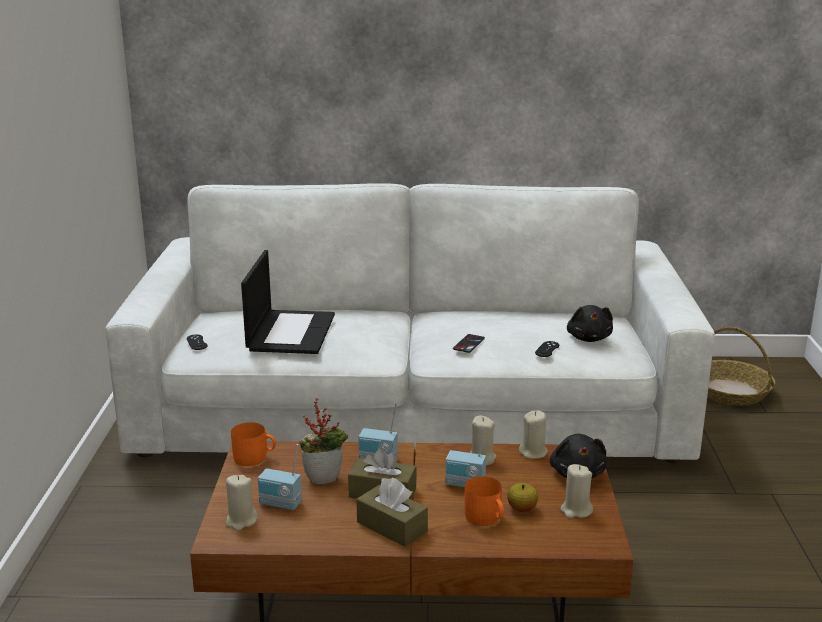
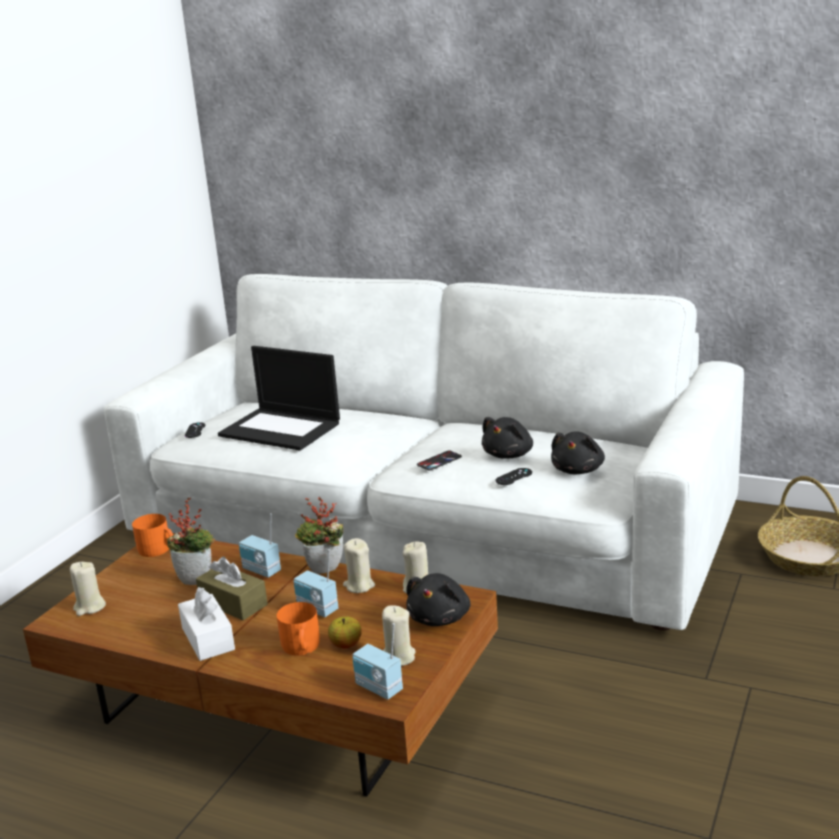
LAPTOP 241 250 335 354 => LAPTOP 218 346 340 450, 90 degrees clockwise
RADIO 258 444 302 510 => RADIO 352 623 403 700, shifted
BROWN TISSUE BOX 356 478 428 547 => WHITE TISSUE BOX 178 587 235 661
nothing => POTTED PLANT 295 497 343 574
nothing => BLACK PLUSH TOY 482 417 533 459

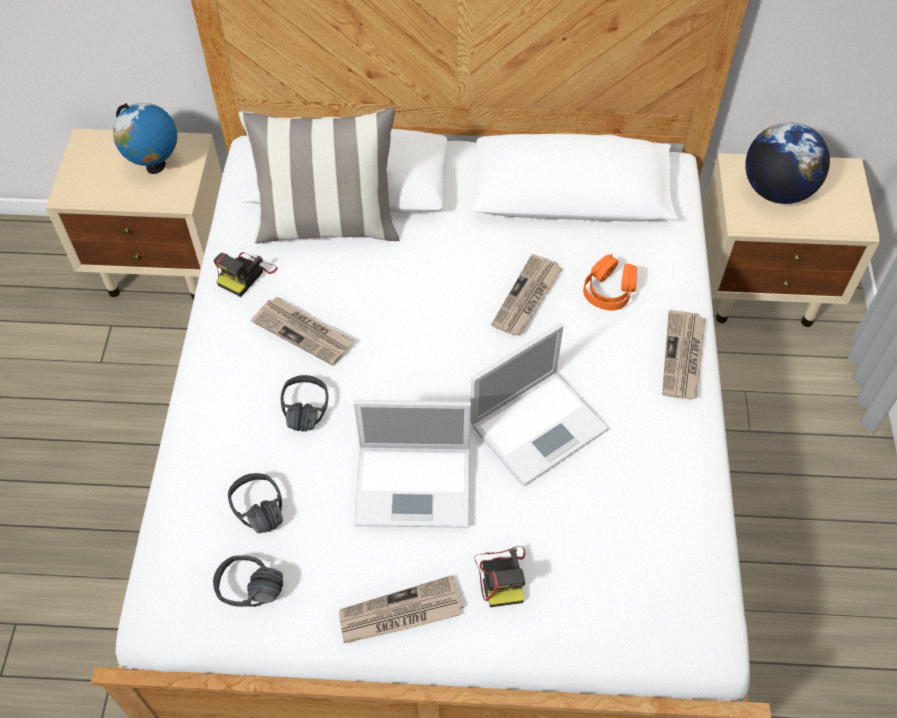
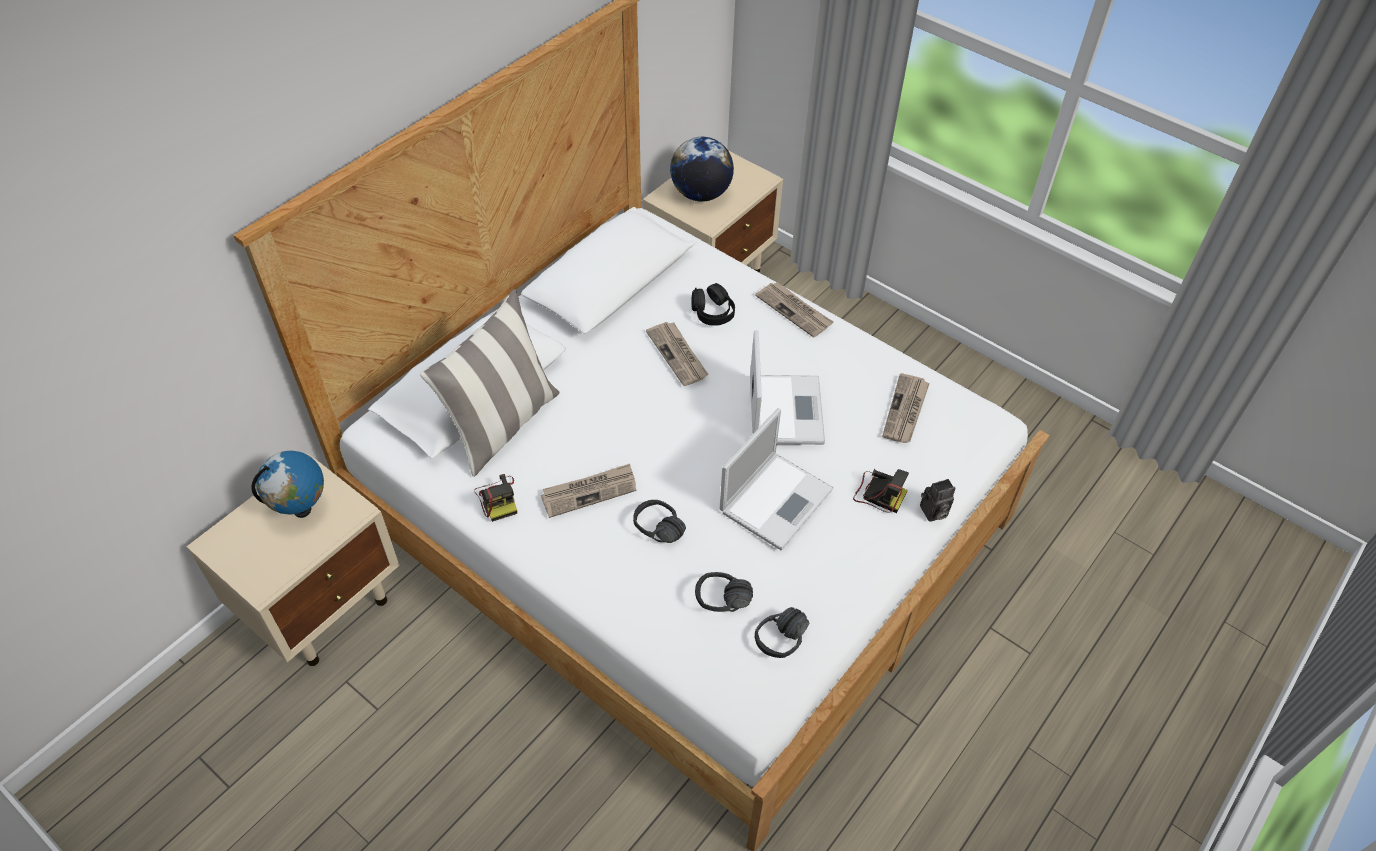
NEWSPAPER 339 575 463 643 => NEWSPAPER 882 373 930 443, shifted
ORANGE HEADPHONES 583 254 637 310 => BLACK HEADPHONES 691 283 735 326
nothing => PHOTO CAMERA 920 479 956 522

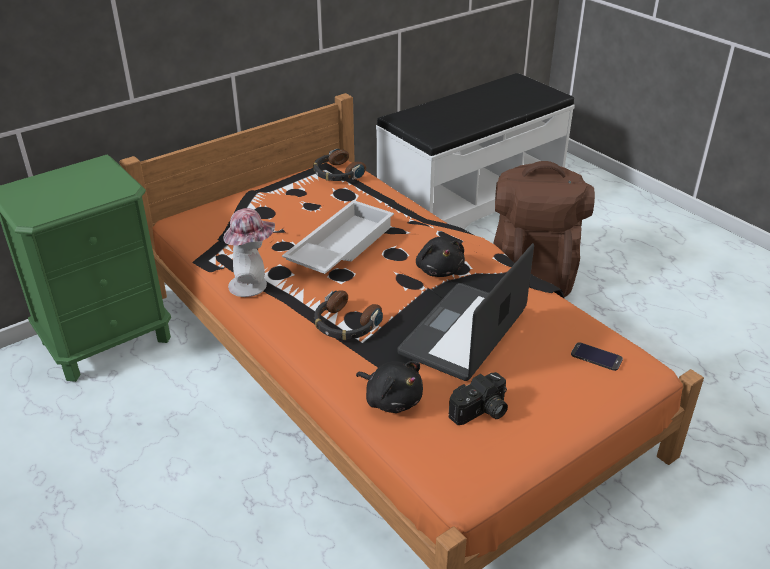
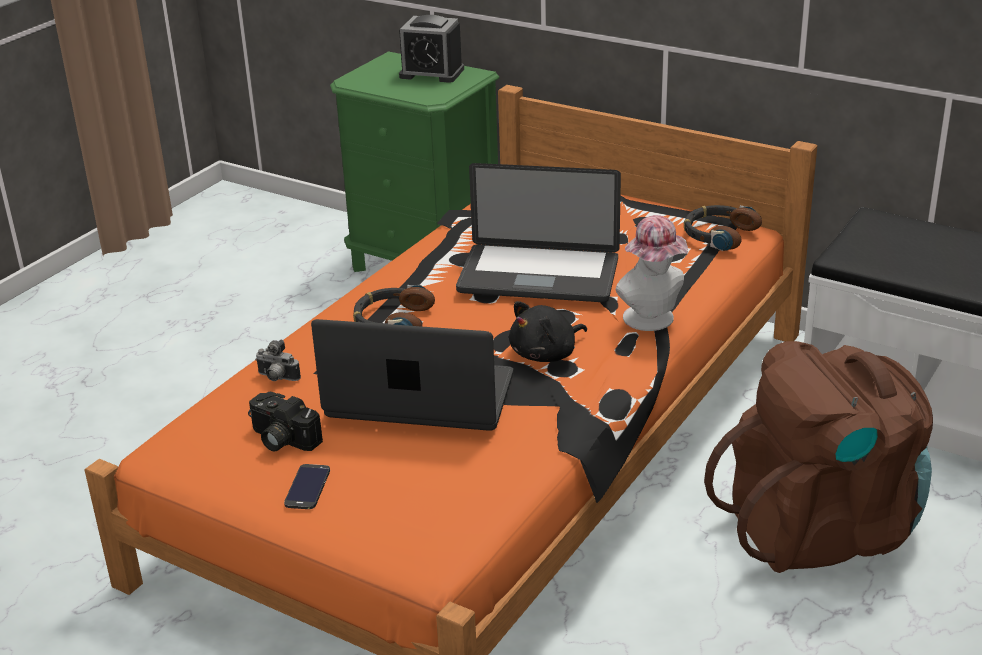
HAT 223 208 275 297 => HAT 615 215 688 331, shifted
WHITE TRAY 282 200 394 274 => LAPTOP 456 163 621 302
BLACK PLUSH TOY 356 361 423 413 => PHOTO CAMERA 255 340 301 381
PHONE 571 342 623 371 => PHONE 284 464 330 509, shifted
nothing => ALARM CLOCK 399 15 464 83

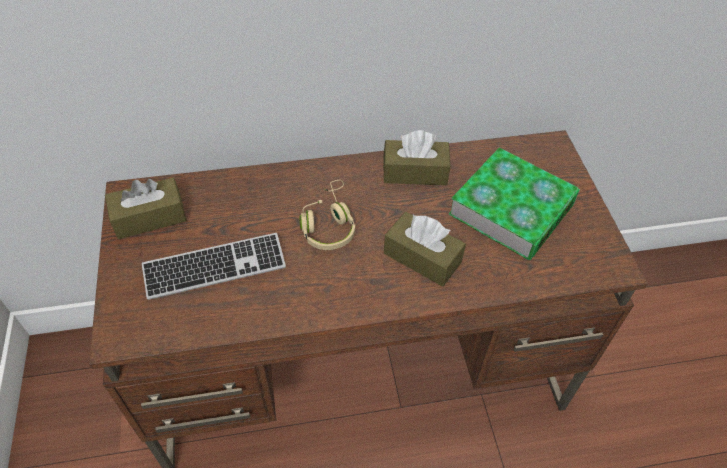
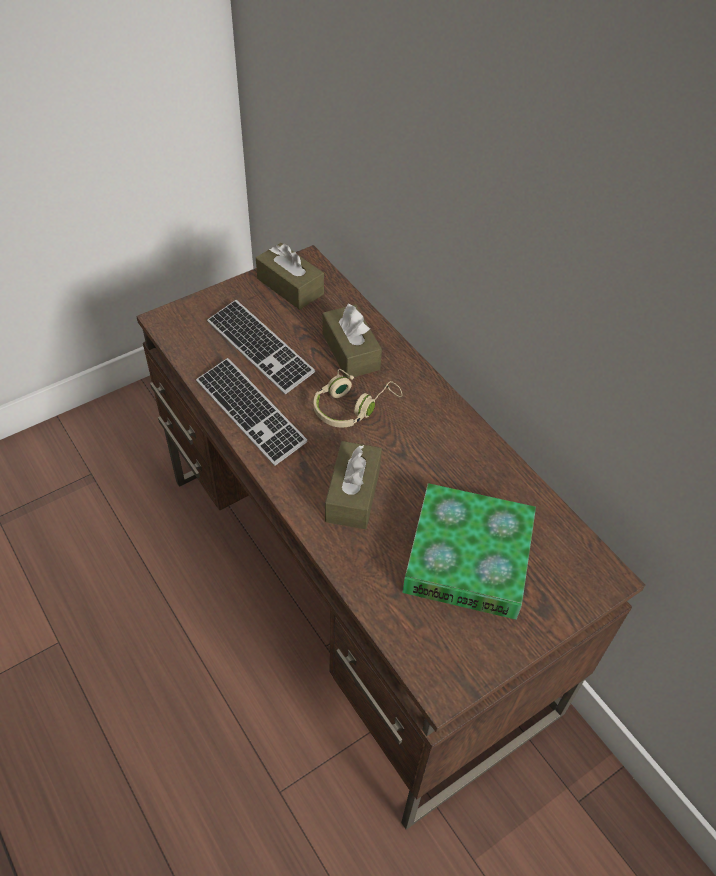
BROWN TISSUE BOX 383 130 451 185 => BROWN TISSUE BOX 322 303 382 379, shifted
nothing => KEYBOARD 196 358 308 466

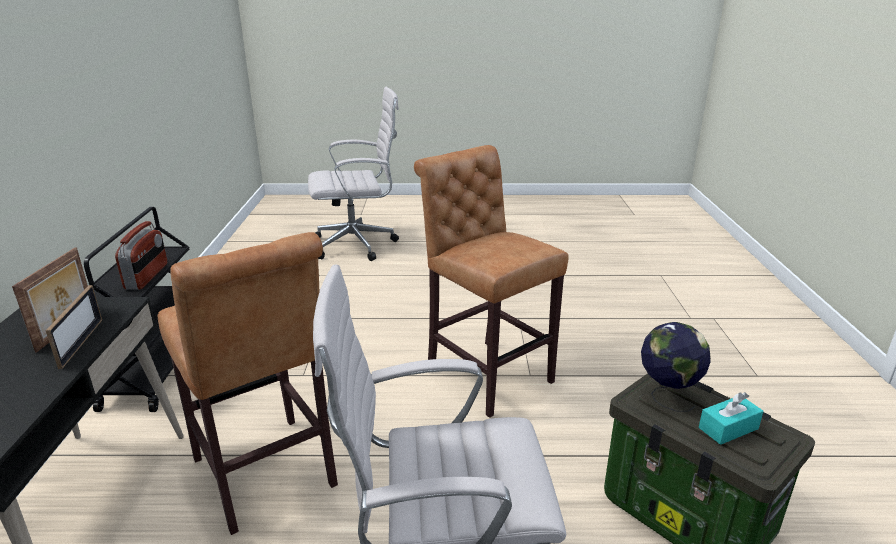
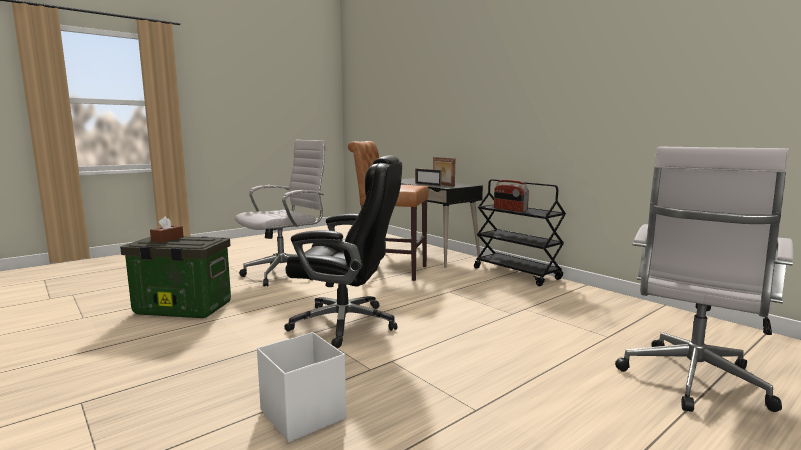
BROWN STOOL 414 145 569 418 => BLACK OFFICE CHAIR 284 155 402 348
GLOBE 641 322 711 412 => nothing
TURQUOISE TISSUE BOX 699 392 764 445 => BROWN TISSUE BOX 150 217 184 243
nothing => WHITE STORAGE BOX 257 332 346 442

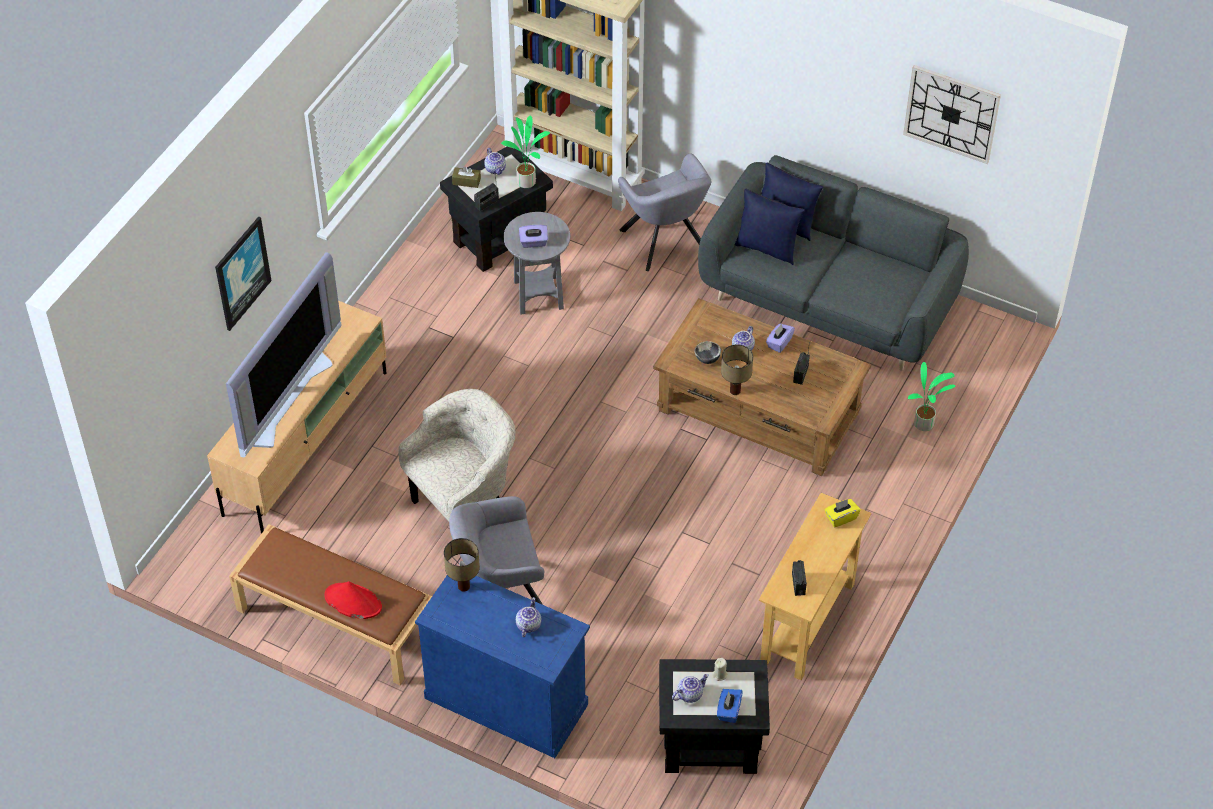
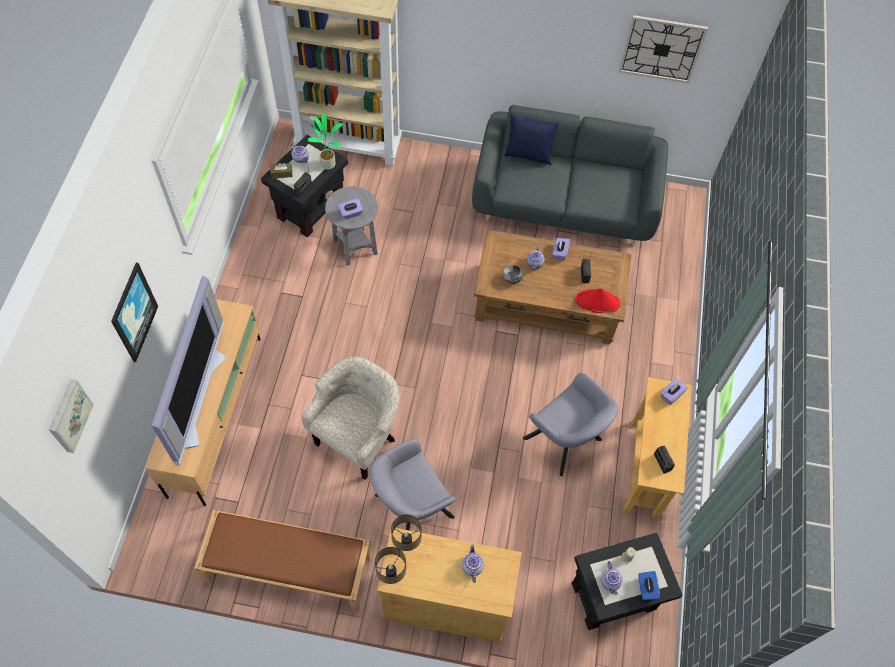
RED HAT 325 581 382 619 => RED HAT 575 288 621 313, shifted
BLUE CABINET 415 575 590 758 => BEIGE CABINET 377 528 522 643
GREY ARMCHAIR 618 153 712 271 => GREY ARMCHAIR 523 373 618 476, shifted
TEAPOT 672 674 709 703 => TEAPOT 601 561 623 596, 135 degrees clockwise
TABLE LAMP 721 344 753 395 => TABLE LAMP 375 547 406 584, shifted
BLUE PILLOW 735 189 805 265 => nothing
YELLOW TISSUE BOX 824 499 860 527 => PURPLE TISSUE BOX 660 379 688 405
POTTED PLANT 908 362 955 431 => nothing
nothing => PICTURE 49 380 94 453

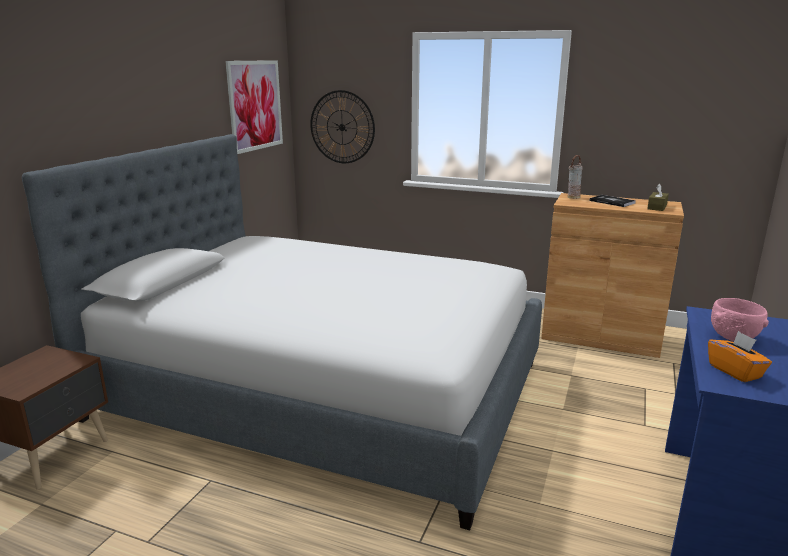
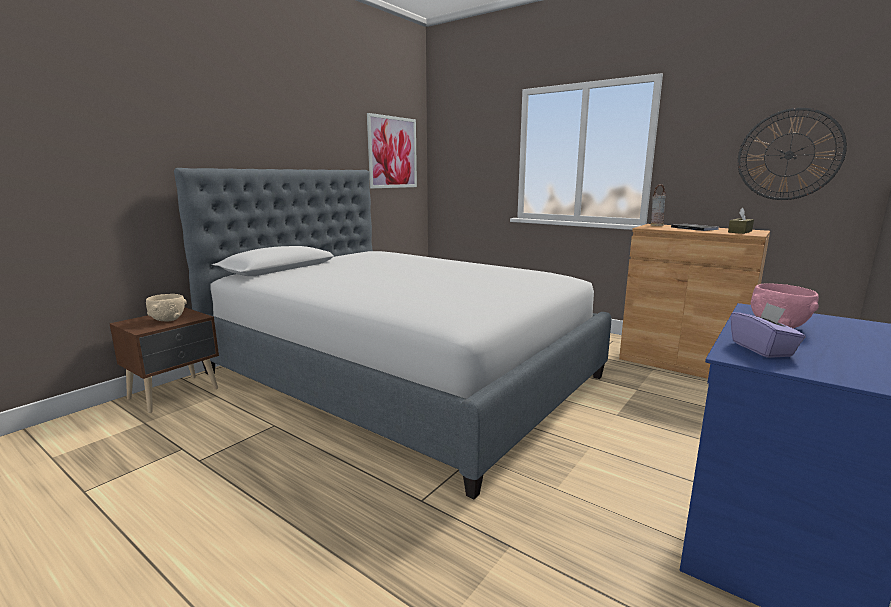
WALL CLOCK 310 90 375 163 => WALL CLOCK 738 108 847 200, shifted
ORANGE TISSUE BOX 708 331 772 382 => PURPLE TISSUE BOX 730 303 806 358
nothing => BEIGE BOWL 146 294 187 321

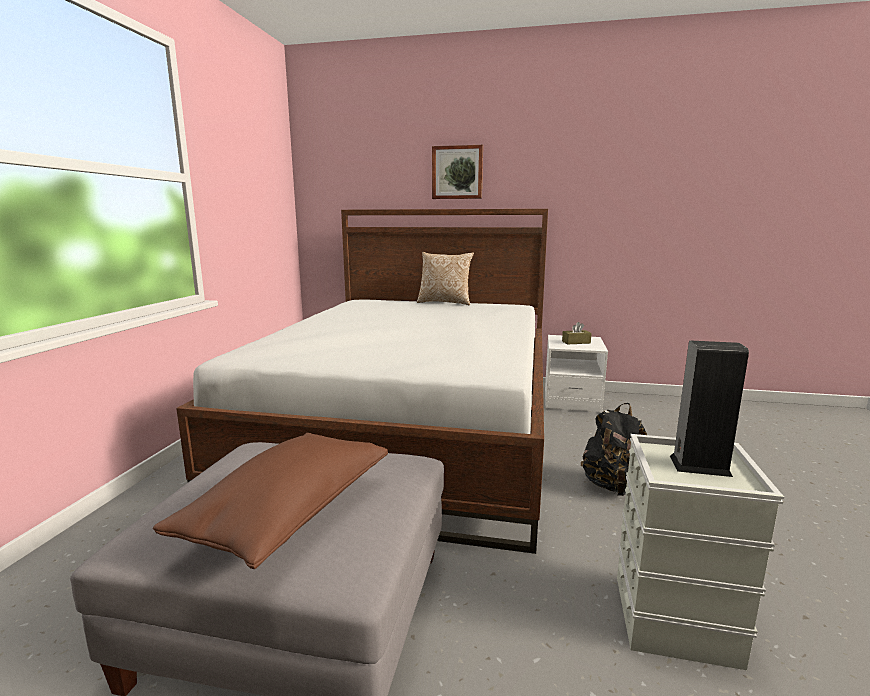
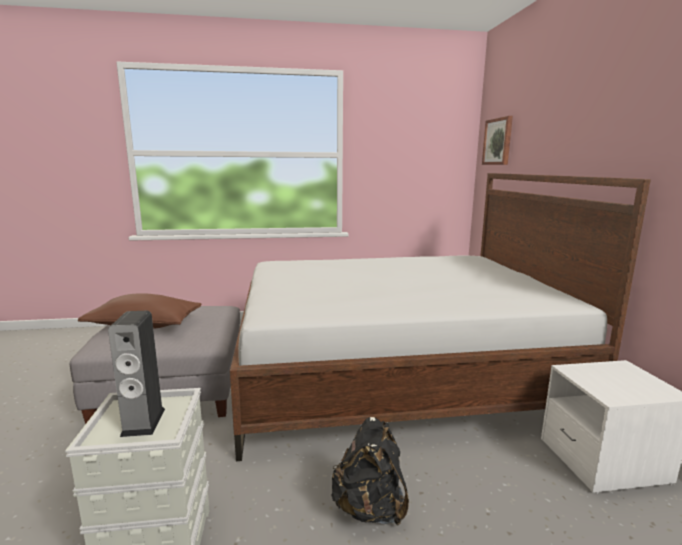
PILLOW 417 252 474 305 => nothing
PICTURE 432 145 483 199 => PICTURE 482 116 513 165, shifted
BROWN TISSUE BOX 562 322 592 344 => nothing

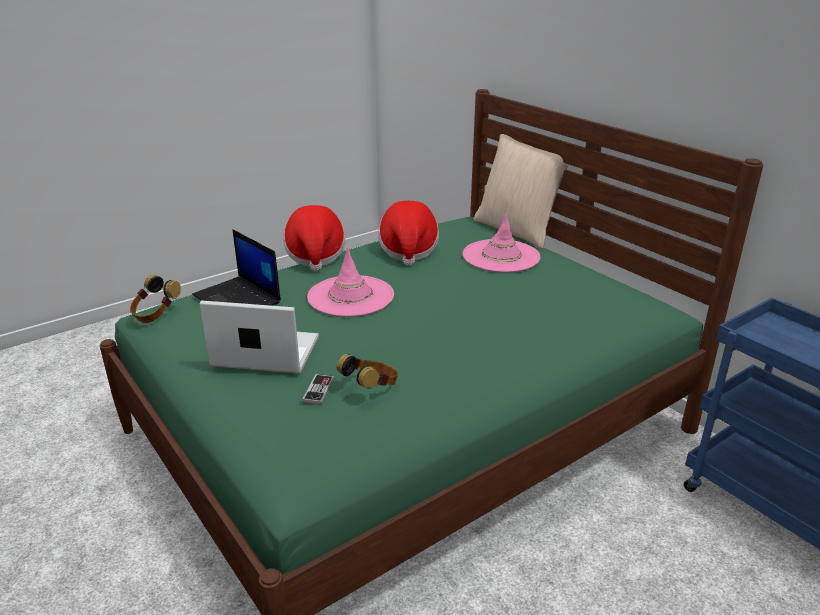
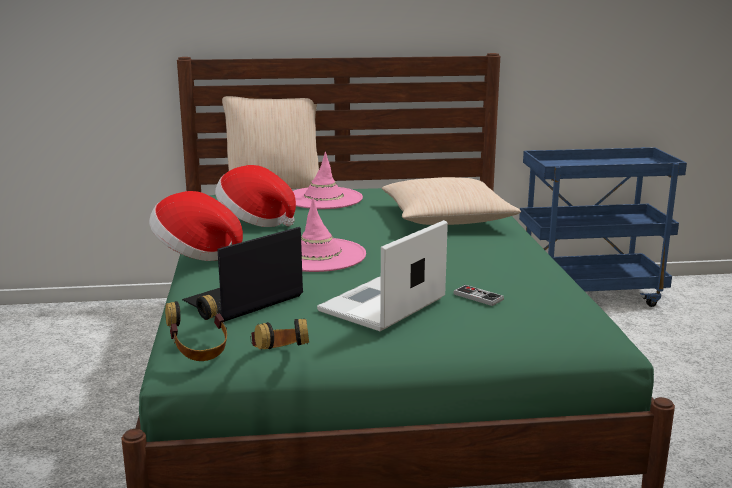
LAPTOP 192 229 281 306 => LAPTOP 182 227 303 322, 150 degrees clockwise
HEADPHONES 337 354 398 389 => HEADPHONES 250 319 309 350, shifted
nothing => BEIGE PILLOW 382 177 521 225

